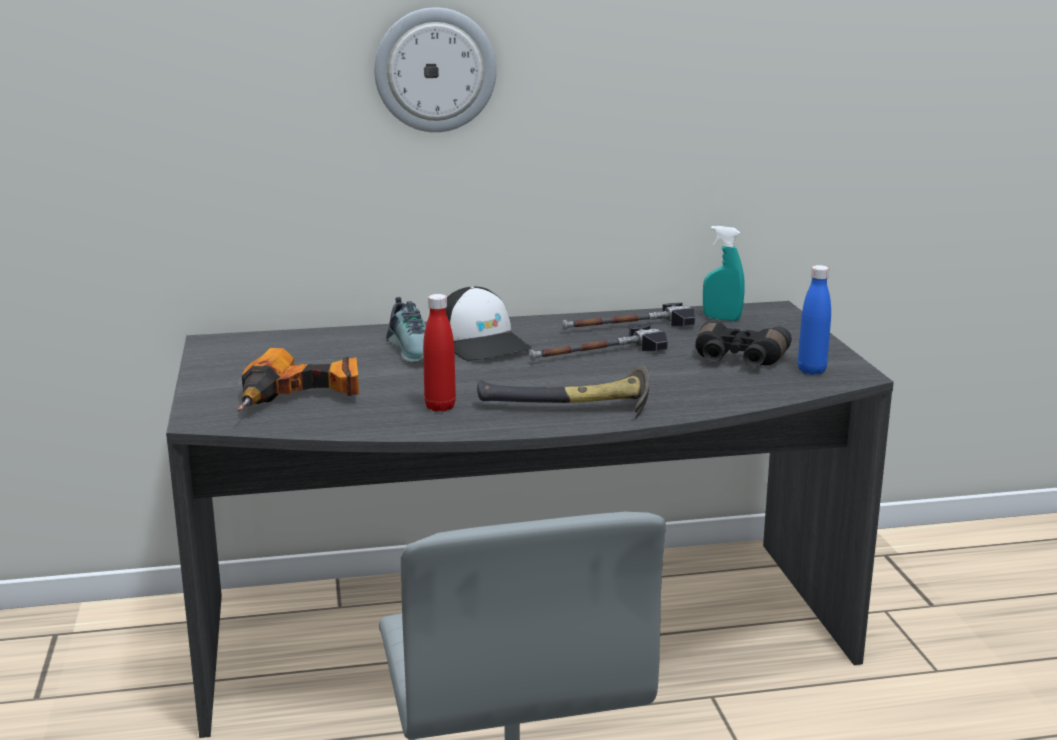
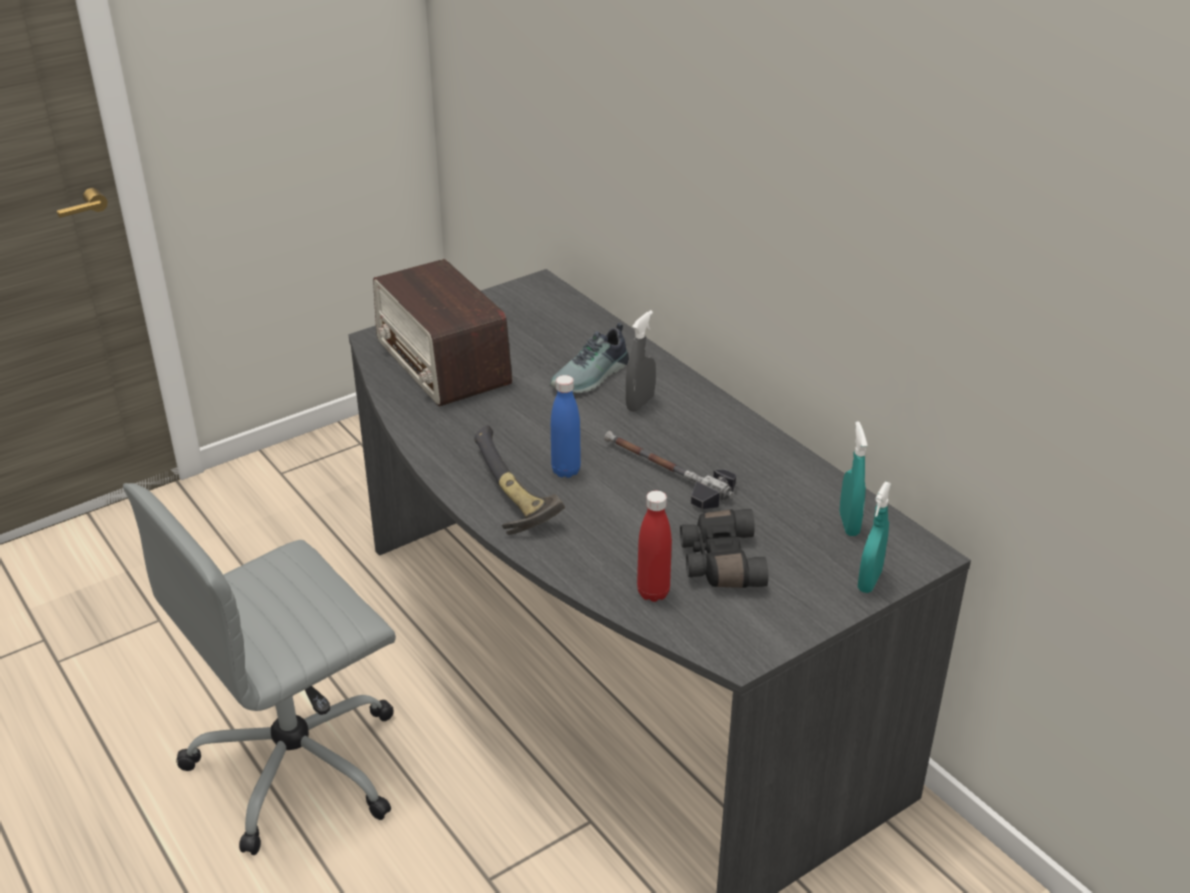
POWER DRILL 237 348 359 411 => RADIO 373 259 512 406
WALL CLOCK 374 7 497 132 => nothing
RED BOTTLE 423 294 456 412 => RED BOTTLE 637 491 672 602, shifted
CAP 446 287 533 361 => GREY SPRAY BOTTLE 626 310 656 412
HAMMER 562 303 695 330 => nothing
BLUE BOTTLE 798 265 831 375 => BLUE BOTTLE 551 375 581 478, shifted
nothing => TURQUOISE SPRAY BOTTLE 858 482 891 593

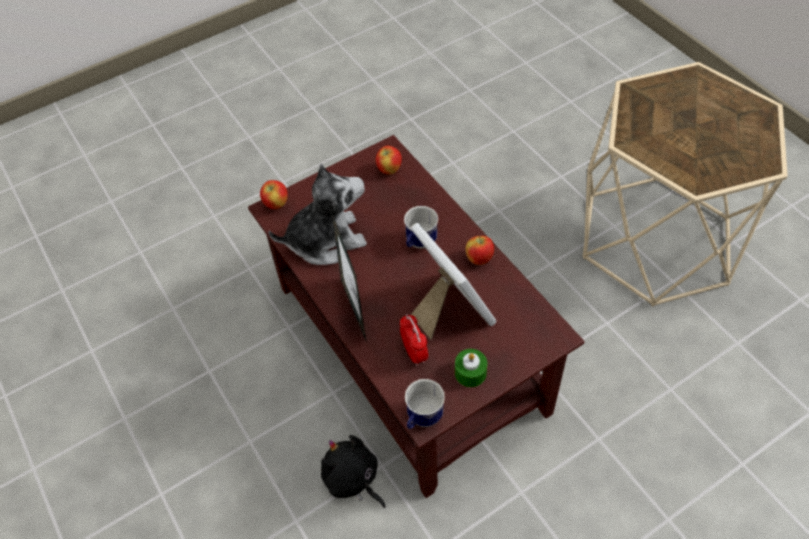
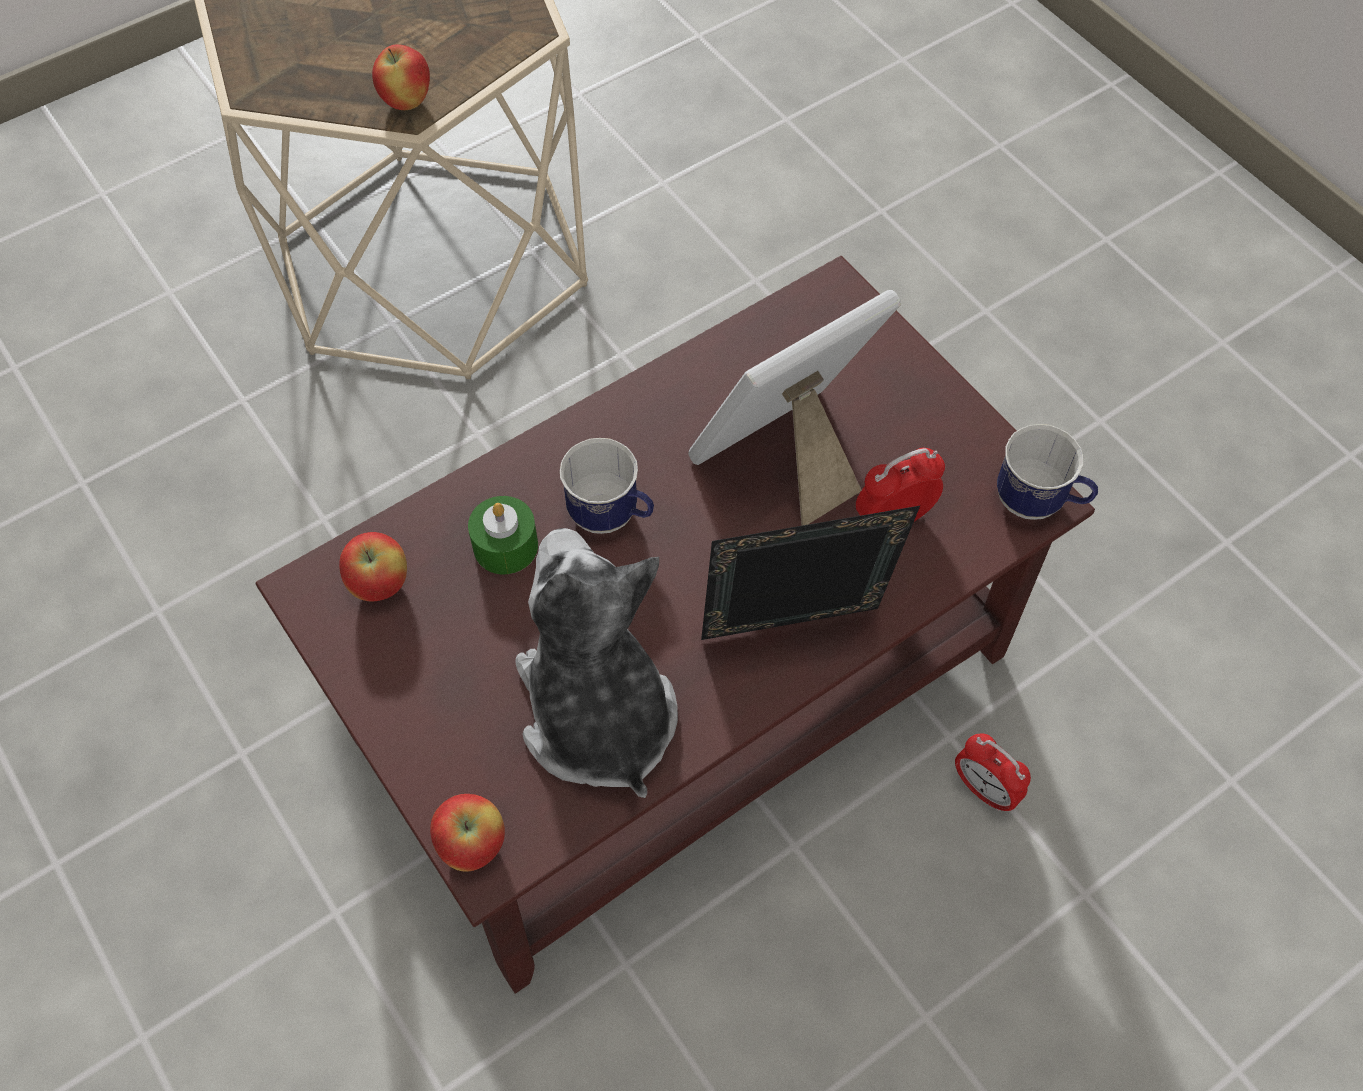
BLACK PLUSH TOY 321 435 386 508 => ALARM CLOCK 955 733 1031 811
GREEN CANDLE 455 349 487 387 => GREEN CANDLE 468 496 538 574, shifted
APPLE 466 236 494 265 => APPLE 372 44 430 110, shifted

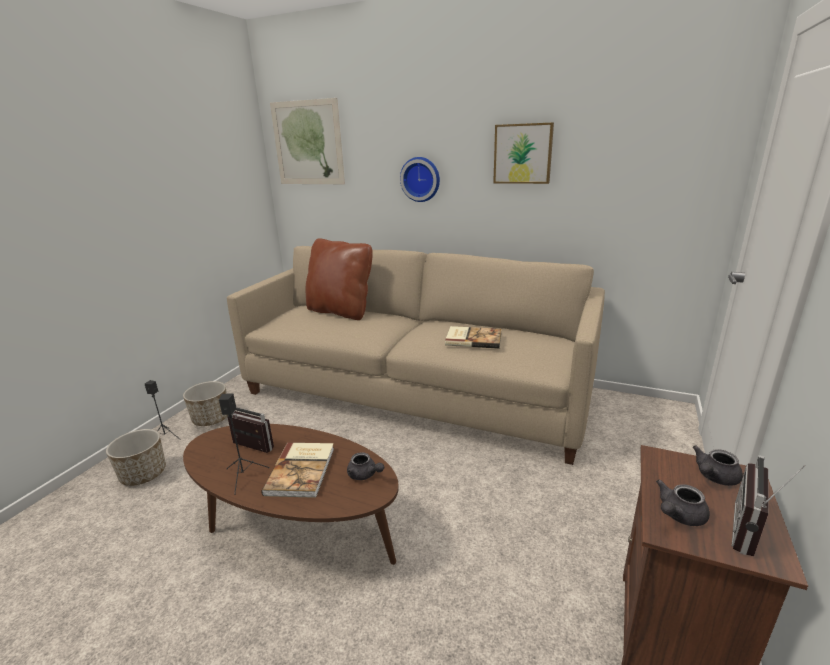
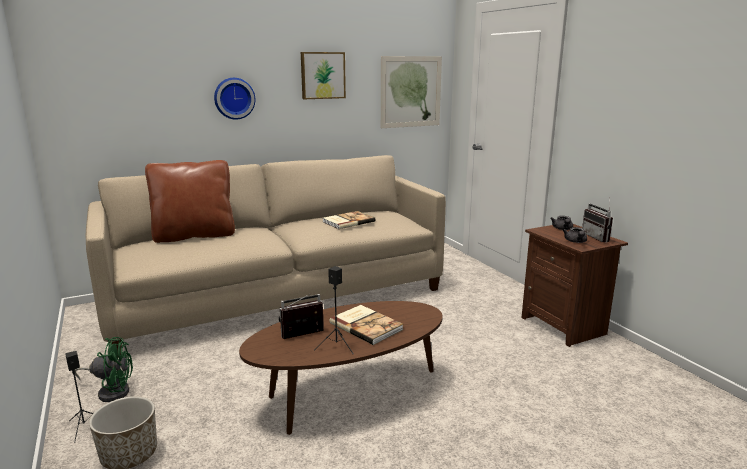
PLANTER 183 381 228 426 => GREEN FAN 75 337 133 402
PICTURE 270 98 345 184 => PICTURE 381 56 442 128, shifted
GREY TEAPOT 347 452 384 480 => nothing

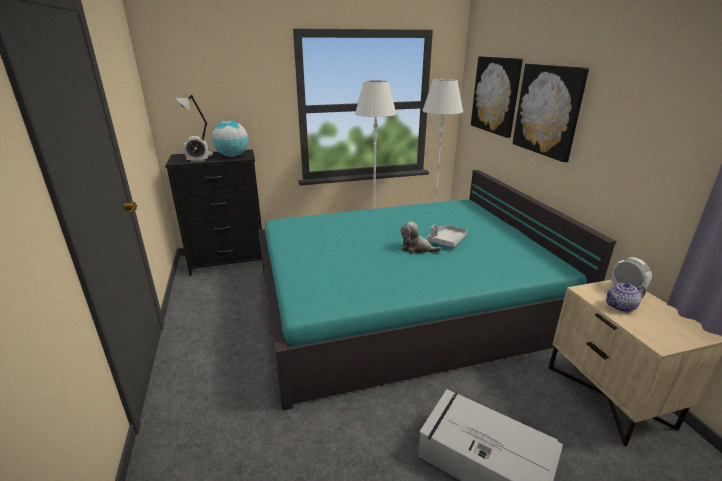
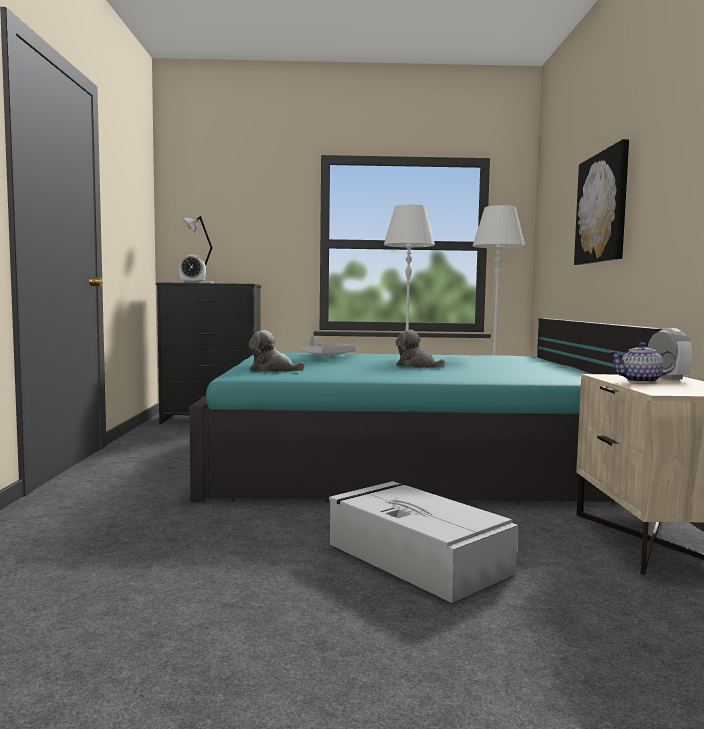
GLOBE 212 120 249 157 => nothing
GREY TRAY 427 224 468 247 => GREY TRAY 300 336 356 356, shifted
PICTURE 471 56 523 138 => nothing
nothing => PLUSH TOY 249 330 305 372

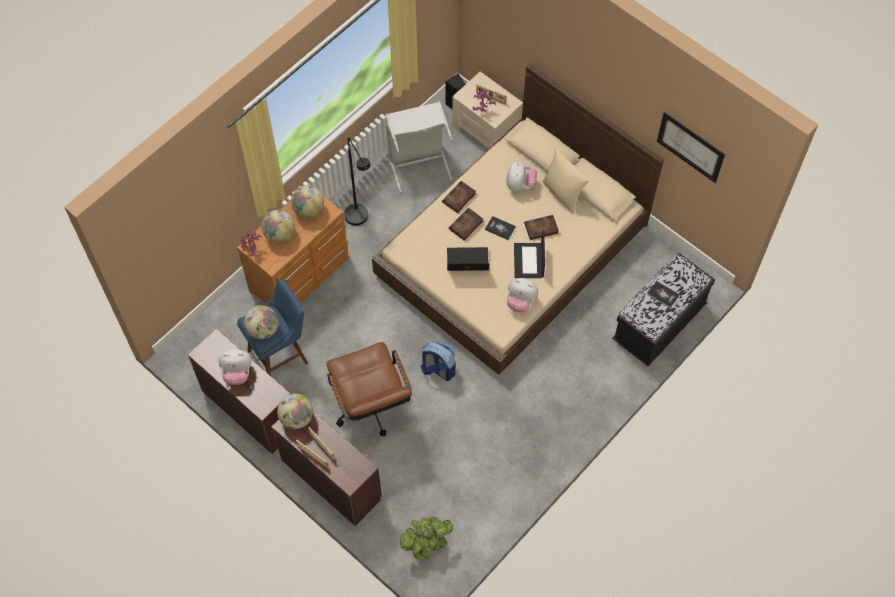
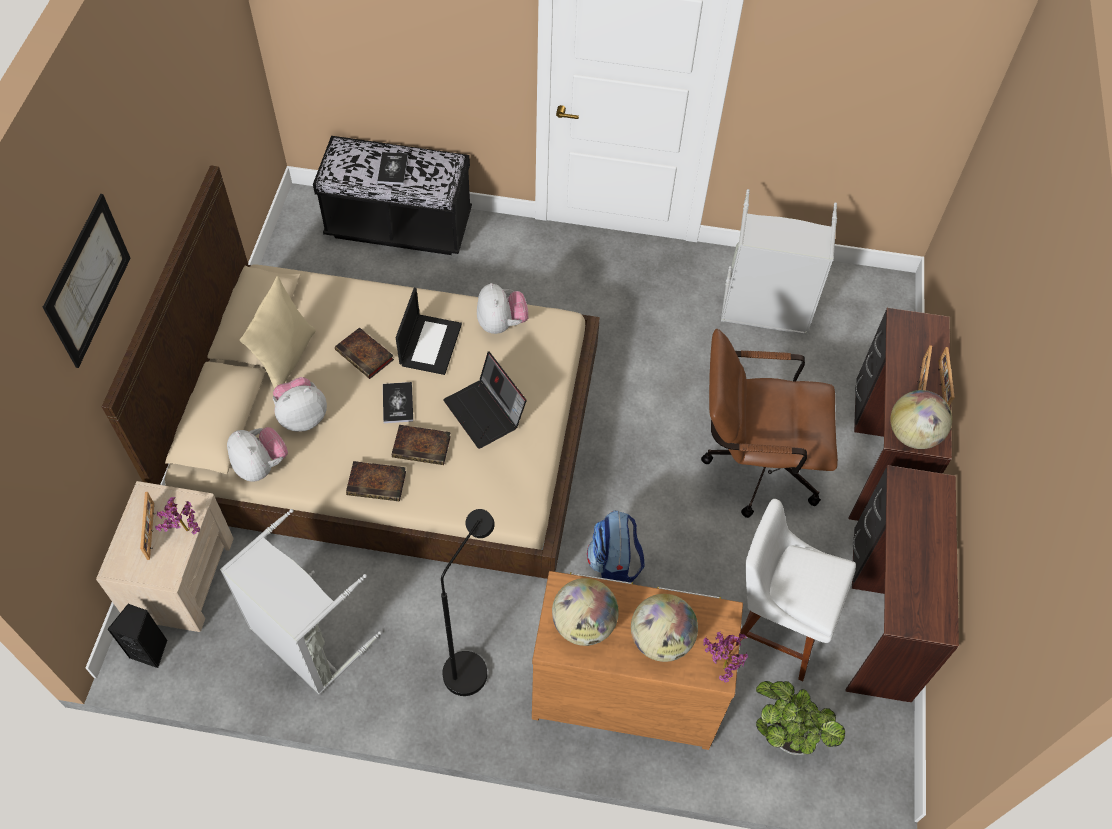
PLUSH TOY 219 349 252 385 => PLUSH TOY 227 427 288 482, shifted
BLUE STOOL 237 279 308 376 => WHITE STOOL 741 499 856 681
GLOBE 244 305 278 339 => nothing
BROWN OFFICE CHAIR 326 342 412 436 => BROWN OFFICE CHAIR 701 329 838 518, 120 degrees counterclockwise
POTTED PLANT 400 517 453 559 => POTTED PLANT 756 681 845 755, shifted
BACKPACK 421 341 455 381 => BACKPACK 587 510 645 582, shifted
LAPTOP 514 230 545 278 => LAPTOP 396 288 462 375, 45 degrees counterclockwise
PICTURE 657 112 725 183 => PICTURE 43 194 131 368, shifted
nothing => GREY LAUNDRY BASKET 721 189 837 335

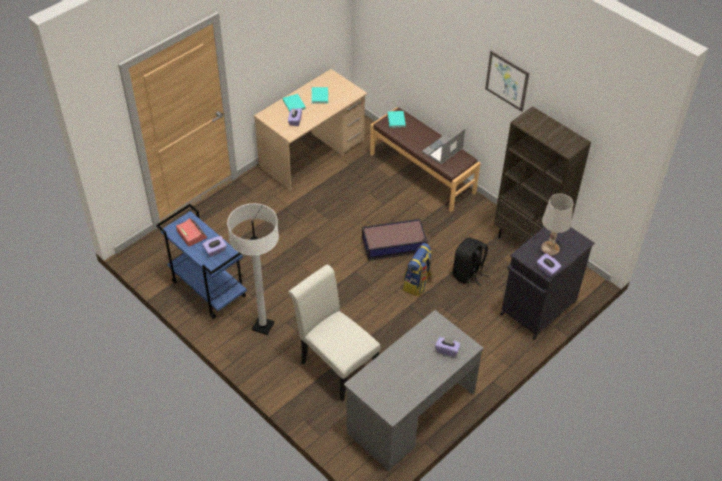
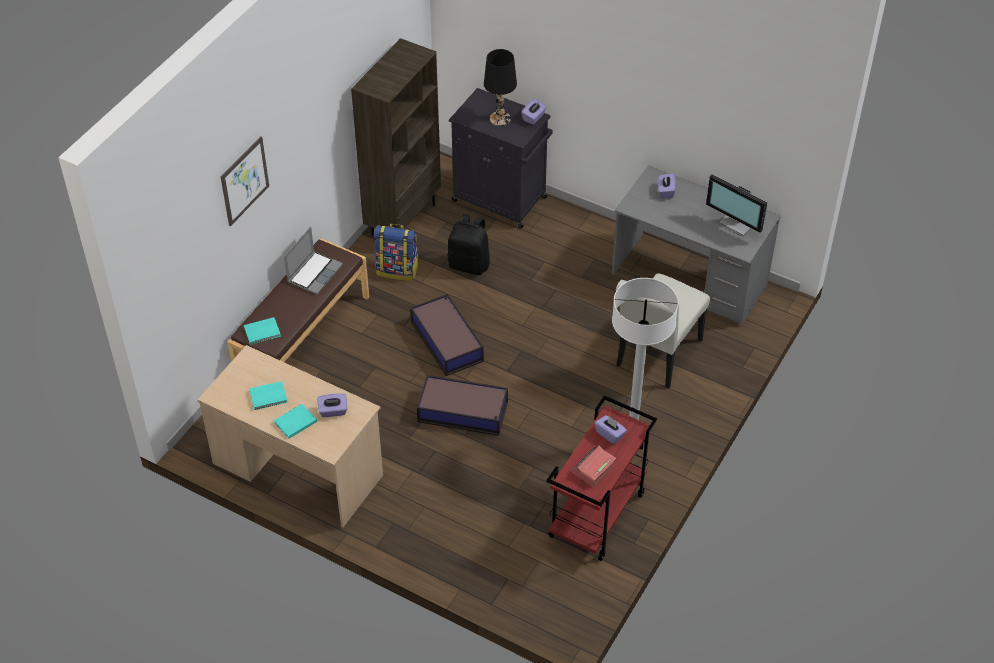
BLUE CART 156 204 247 319 => RED CART 546 396 657 561
BACKPACK 403 243 432 296 => BACKPACK 374 224 419 281, shifted
LAPTOP 422 128 465 164 => LAPTOP 284 227 343 295, 90 degrees counterclockwise
PICTURE 485 51 529 112 => PICTURE 221 136 269 226, shifted
WHITE TABLE LAMP 541 193 573 255 => BLACK TABLE LAMP 484 49 517 126
nothing => STORAGE BOX 417 375 508 436
nothing => MONITOR 706 174 767 237

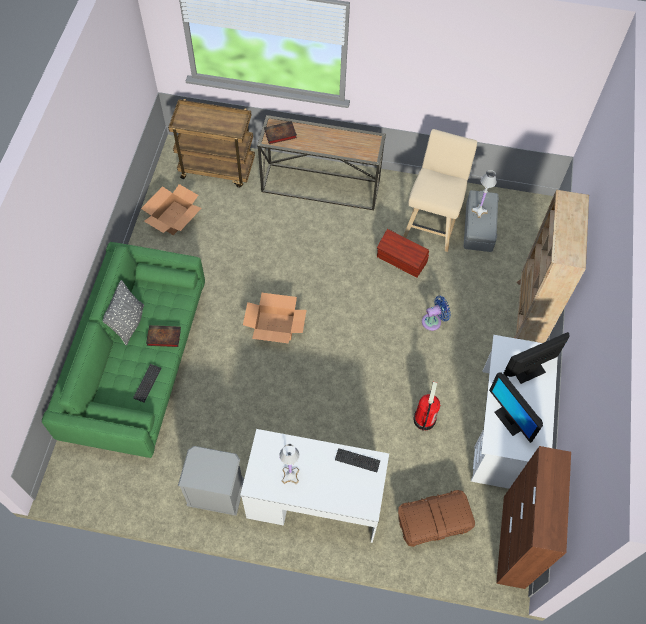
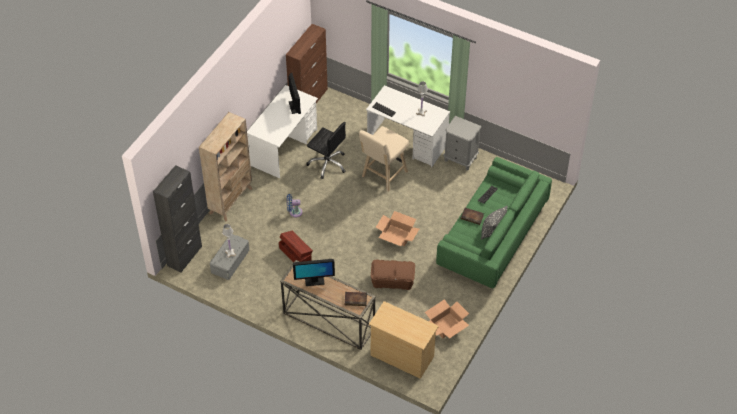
BROWN CART 168 99 255 188 => BEIGE DRESSER 369 301 439 379
BROWN STORAGE BOX 398 490 475 547 => BROWN STORAGE BOX 371 259 415 290, shifted
BEIGE STOOL 403 129 477 252 => BEIGE STOOL 359 126 409 192, shifted
FIRE EXTINGUISHER 413 382 440 431 => BLACK OFFICE CHAIR 306 122 346 179
MONITOR 503 332 569 384 => MONITOR 293 259 335 286, shifted
nothing => BLACK CABINET 153 165 202 273

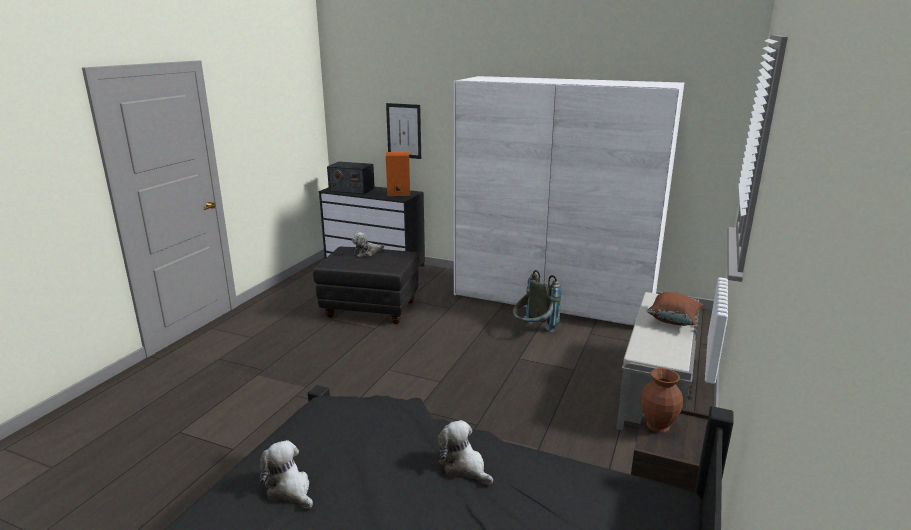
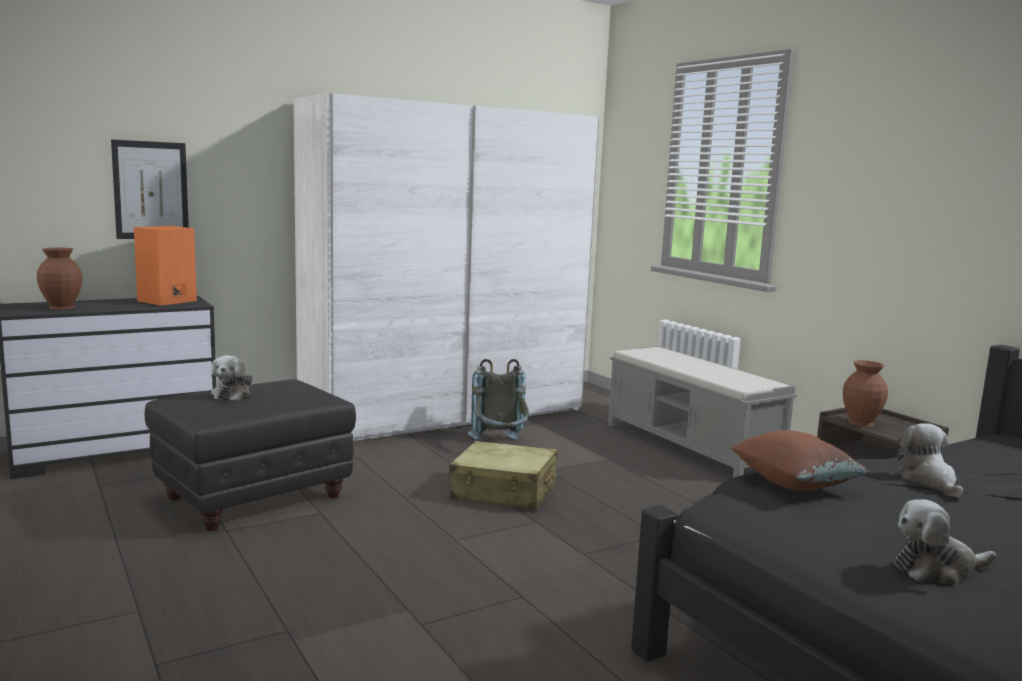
RADIO 327 161 375 194 => BROWN VASE 37 248 82 310
PLUSH TOY 438 420 493 485 => PLUSH TOY 897 423 963 498, 90 degrees clockwise
BROWN PILLOW 647 292 703 326 => BROWN PILLOW 731 430 870 491, shifted
nothing => BEIGE SUITCASE 449 441 558 510

